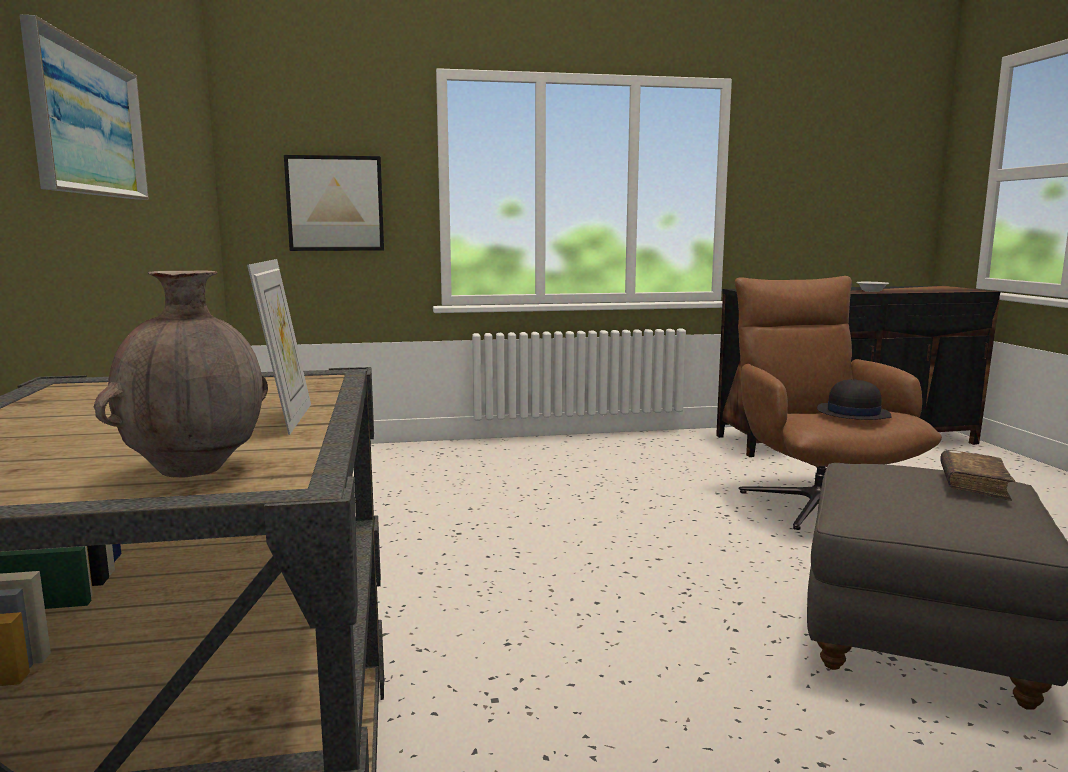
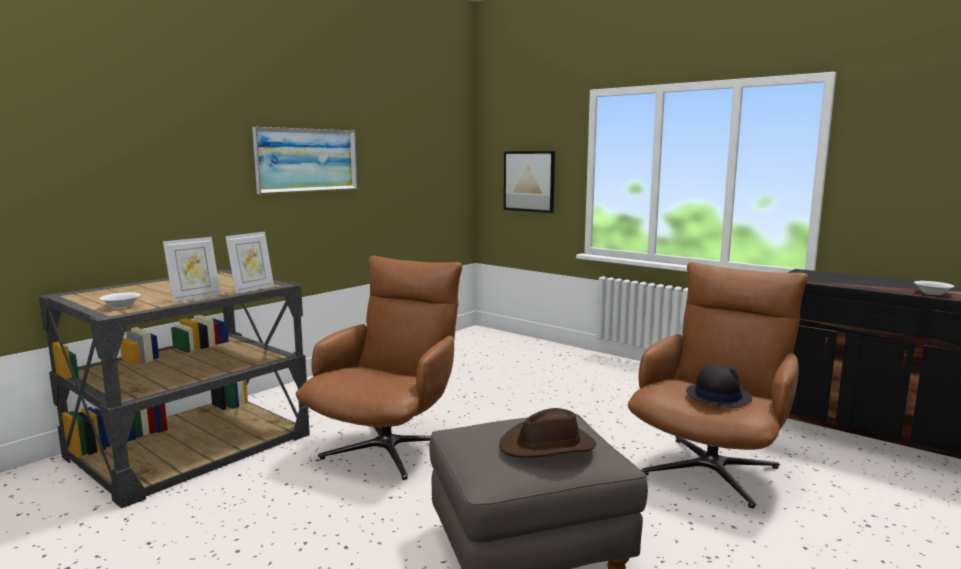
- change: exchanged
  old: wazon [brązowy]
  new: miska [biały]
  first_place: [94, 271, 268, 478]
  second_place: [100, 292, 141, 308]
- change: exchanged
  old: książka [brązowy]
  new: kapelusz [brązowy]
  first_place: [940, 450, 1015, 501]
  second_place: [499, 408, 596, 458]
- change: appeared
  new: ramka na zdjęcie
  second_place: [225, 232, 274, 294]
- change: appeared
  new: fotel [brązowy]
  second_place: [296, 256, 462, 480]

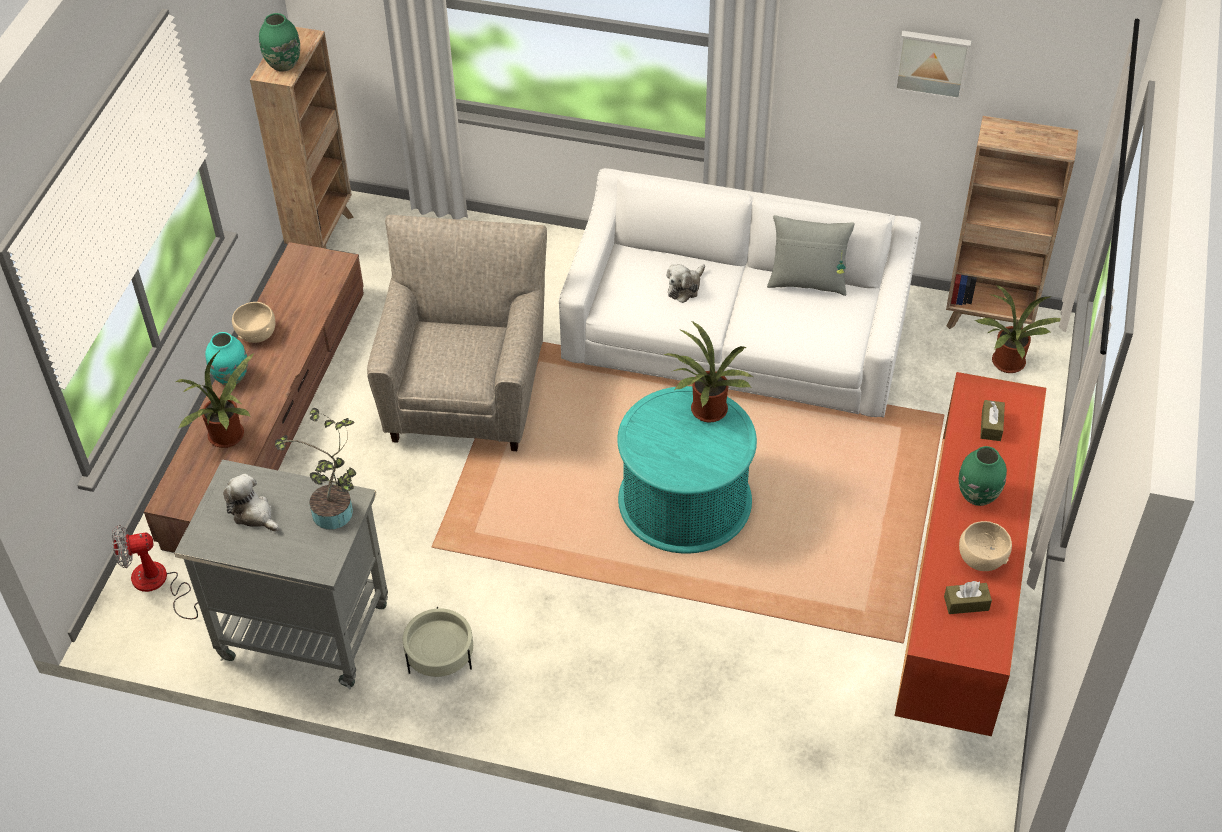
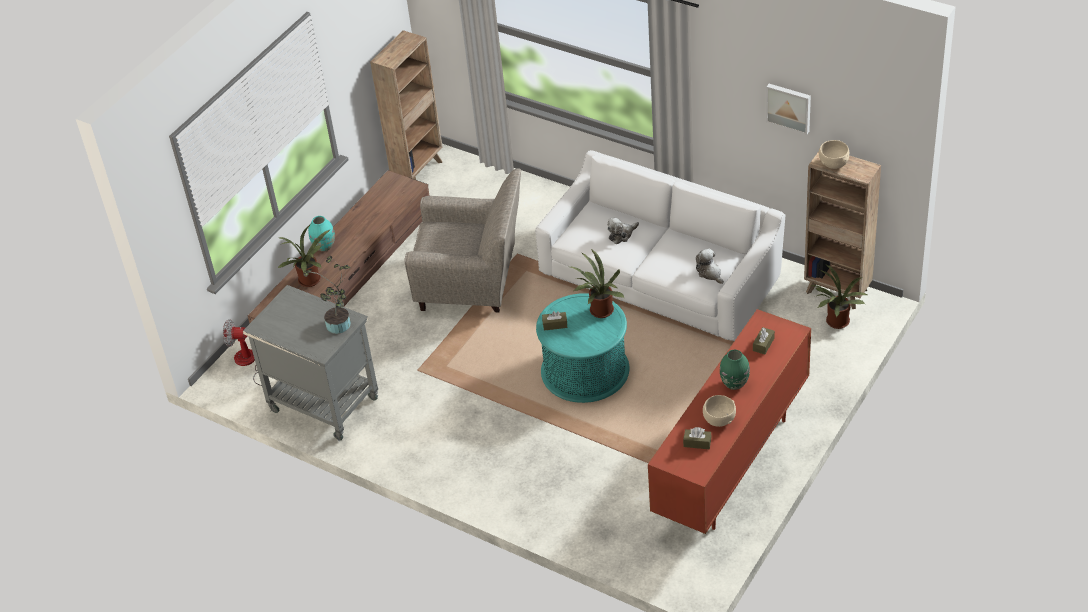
- change: relocated
  old: pluszak
  first_place: [223, 474, 279, 532]
  second_place: [696, 249, 724, 284]
- change: relocated
  old: miska [beżowy]
  first_place: [232, 302, 275, 343]
  second_place: [819, 140, 849, 169]
- change: missing
  old: wazon [zielony]
  first_place: [259, 13, 300, 72]
- change: spun
  old: fotel [beżowy]
  first_place: [367, 215, 547, 451]
  second_place: [404, 168, 521, 312]
  degrees: 75
- change: missing
  old: donica [beżowy]
  first_place: [403, 607, 473, 677]
- change: missing
  old: poduszka [szary]
  first_place: [767, 215, 855, 296]
- change: appeared
  new: pudełko chusteczek [brązowy]
  second_place: [542, 311, 567, 331]

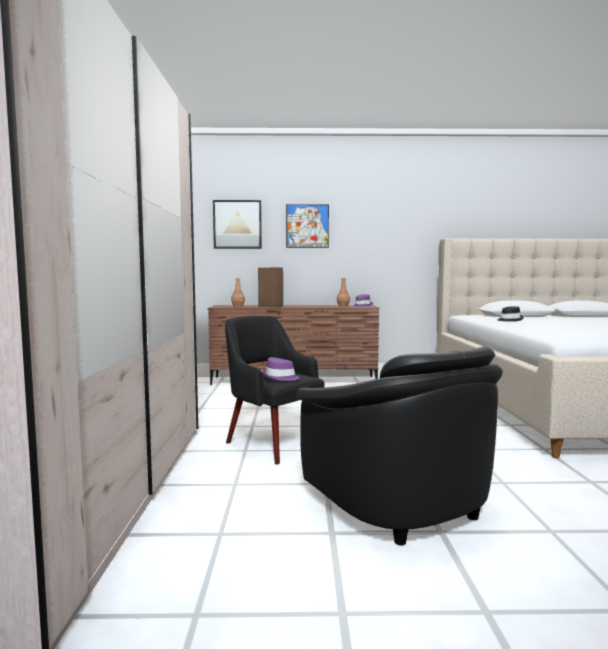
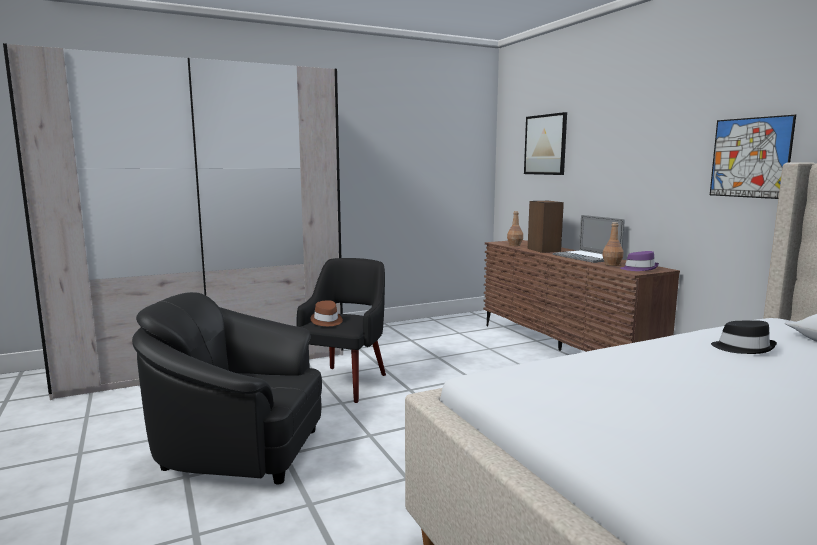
- change: colour
  old: kapelusz [fioletowy]
  new: kapelusz [brązowy]
  first_place: [262, 357, 300, 381]
  second_place: [310, 300, 343, 326]
- change: relocated
  old: obraz
  first_place: [286, 204, 329, 248]
  second_place: [710, 115, 796, 199]
- change: spun
  old: fotel [czarny]
  first_place: [297, 346, 503, 546]
  second_place: [132, 292, 322, 485]
  degrees: 60
- change: appeared
  new: laptop
  second_place: [553, 215, 625, 263]

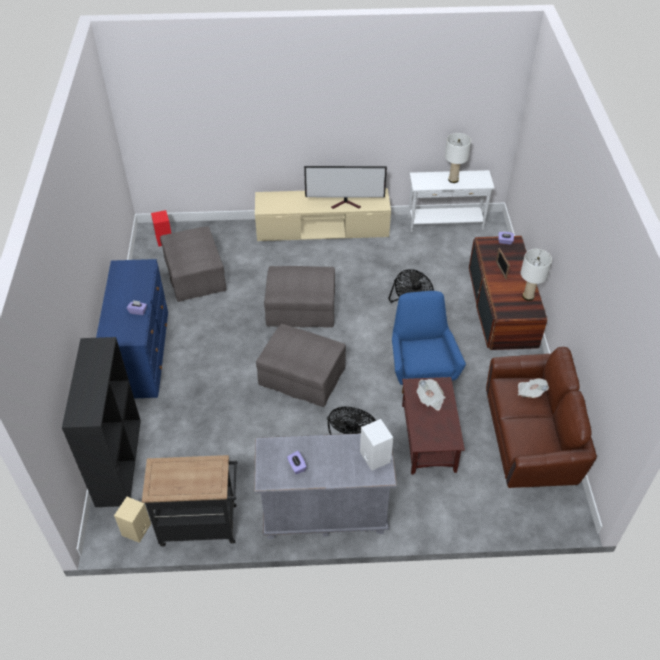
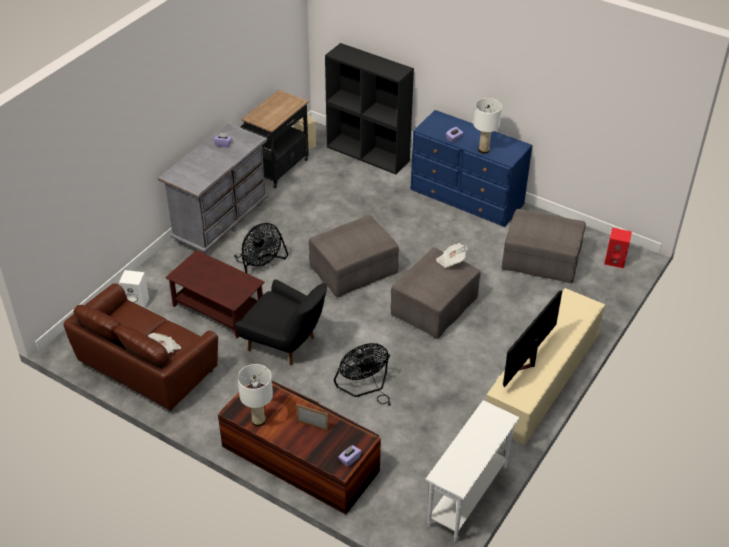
- change: relocated
  old: głośnik [biały]
  first_place: [360, 419, 393, 471]
  second_place: [119, 270, 149, 308]
- change: colour
  old: fotel [niebieski]
  new: fotel [czarny]
  first_place: [392, 291, 466, 393]
  second_place: [235, 279, 327, 366]
- change: relocated
  old: gazeta
  first_place: [417, 379, 445, 411]
  second_place: [436, 243, 467, 268]
- change: relocated
  old: lampa stołowa [biały]
  first_place: [445, 133, 471, 183]
  second_place: [473, 98, 502, 154]

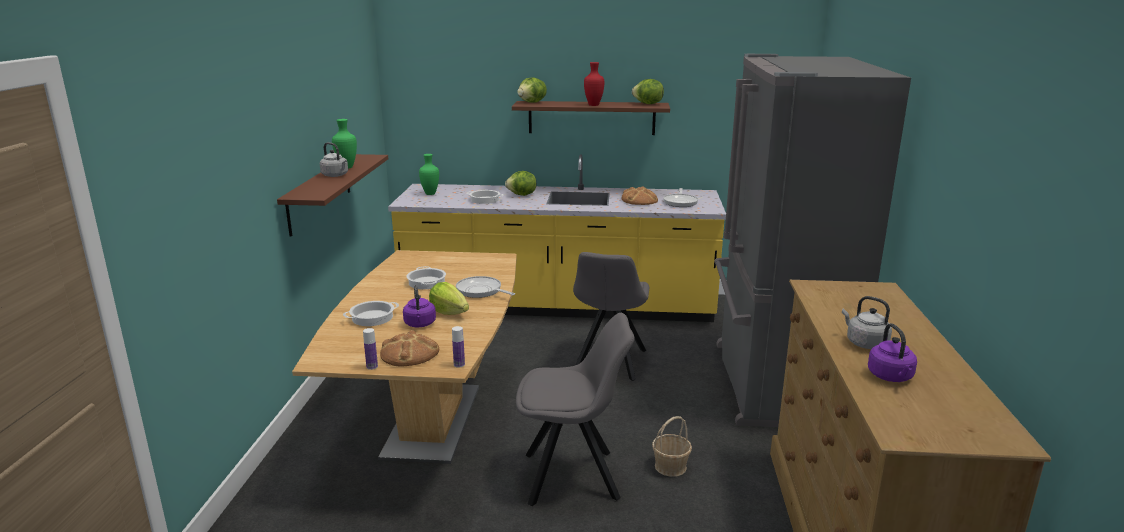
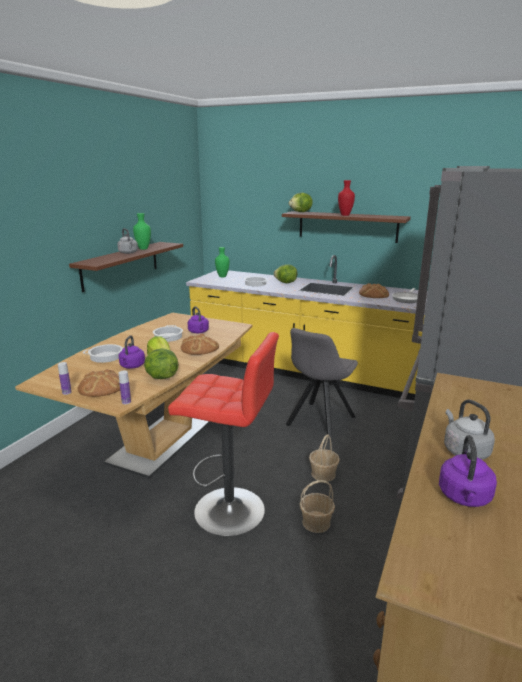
- change: exchanged
  old: patelnia
  new: chleb
  first_place: [456, 276, 515, 298]
  second_place: [181, 334, 219, 355]
- change: exchanged
  old: krzesło [szary]
  new: stołek [czerwony]
  first_place: [516, 313, 634, 506]
  second_place: [168, 332, 279, 536]
- change: relocated
  old: sałata
  first_place: [632, 79, 664, 104]
  second_place: [144, 348, 178, 379]
- change: appeared
  new: czajnik [fioletowy]
  second_place: [188, 306, 209, 333]
- change: appeared
  new: koszyk
  second_place: [309, 434, 340, 482]

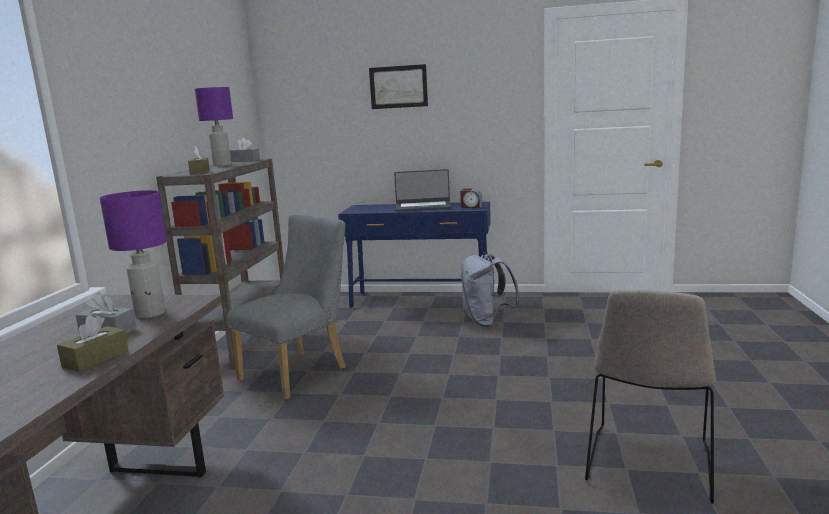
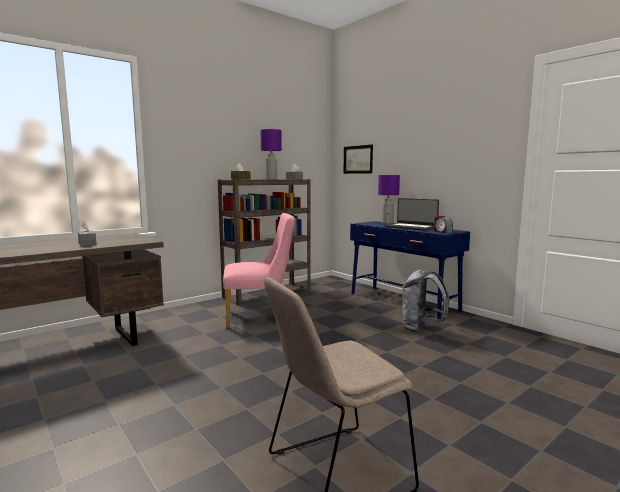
- change: missing
  old: pudełko chusteczek [brązowy]
  first_place: [57, 315, 129, 372]
- change: relocated
  old: lampa stołowa [fioletowy]
  first_place: [100, 190, 167, 318]
  second_place: [378, 175, 400, 224]
- change: colour
  old: krzesło [szary]
  new: krzesło [różowy]
  first_place: [227, 215, 346, 400]
  second_place: [223, 213, 295, 328]
- change: relocated
  old: obraz
  first_place: [369, 64, 428, 109]
  second_place: [344, 145, 373, 174]

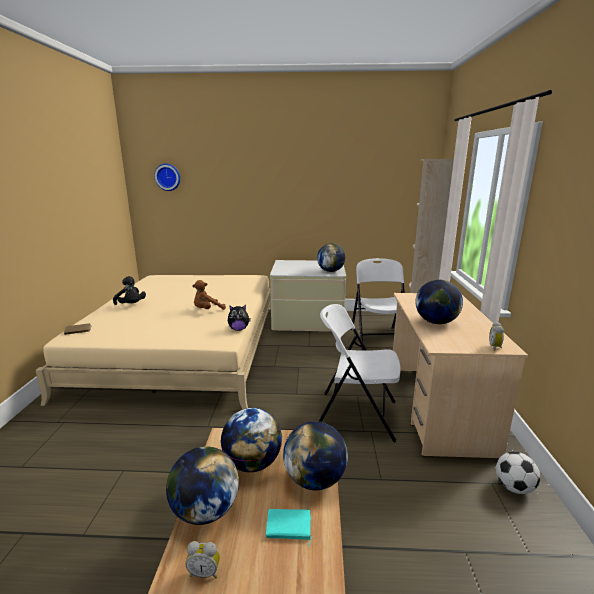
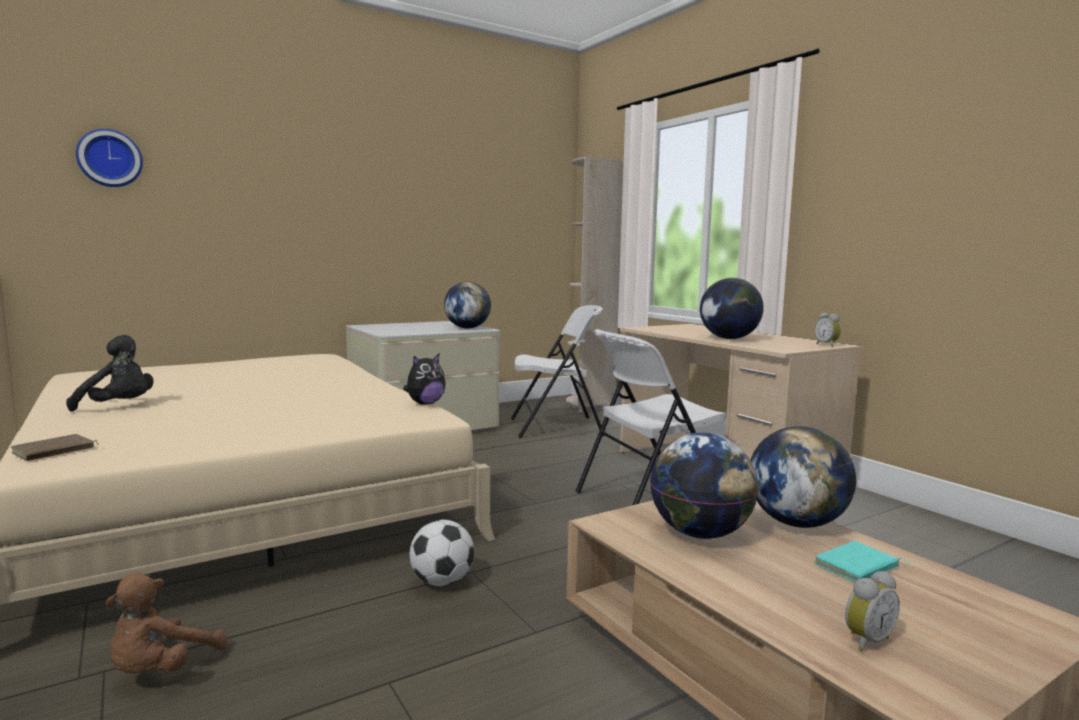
- change: missing
  old: globus
  first_place: [166, 446, 239, 525]
- change: relocated
  old: pluszak [brązowy]
  first_place: [192, 280, 226, 310]
  second_place: [105, 572, 227, 673]
- change: spun
  old: krzesło [biały]
  first_place: [351, 258, 405, 351]
  second_place: [511, 305, 605, 438]
  degrees: 120
- change: relocated
  old: piłka futbolowa
  first_place: [496, 452, 540, 494]
  second_place: [410, 520, 474, 586]

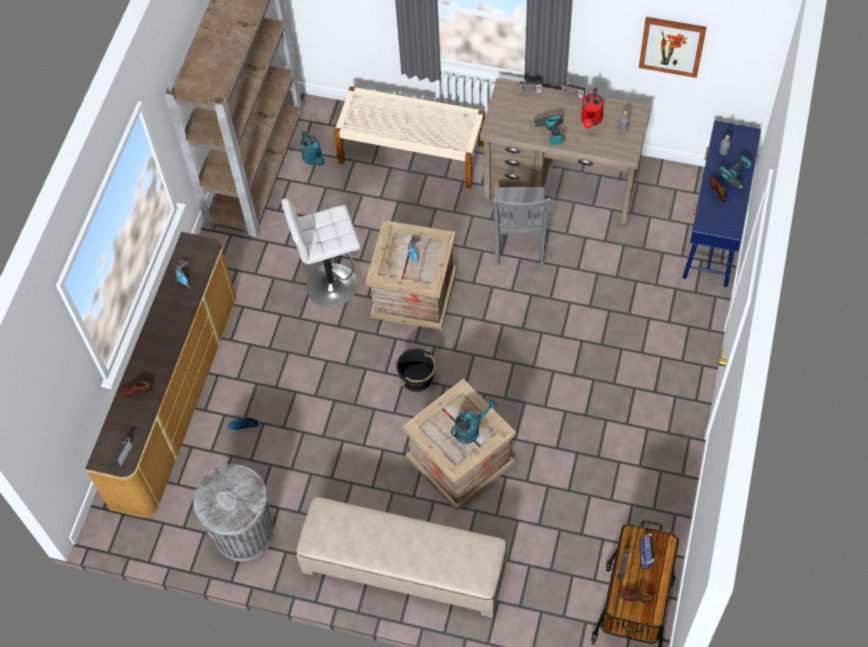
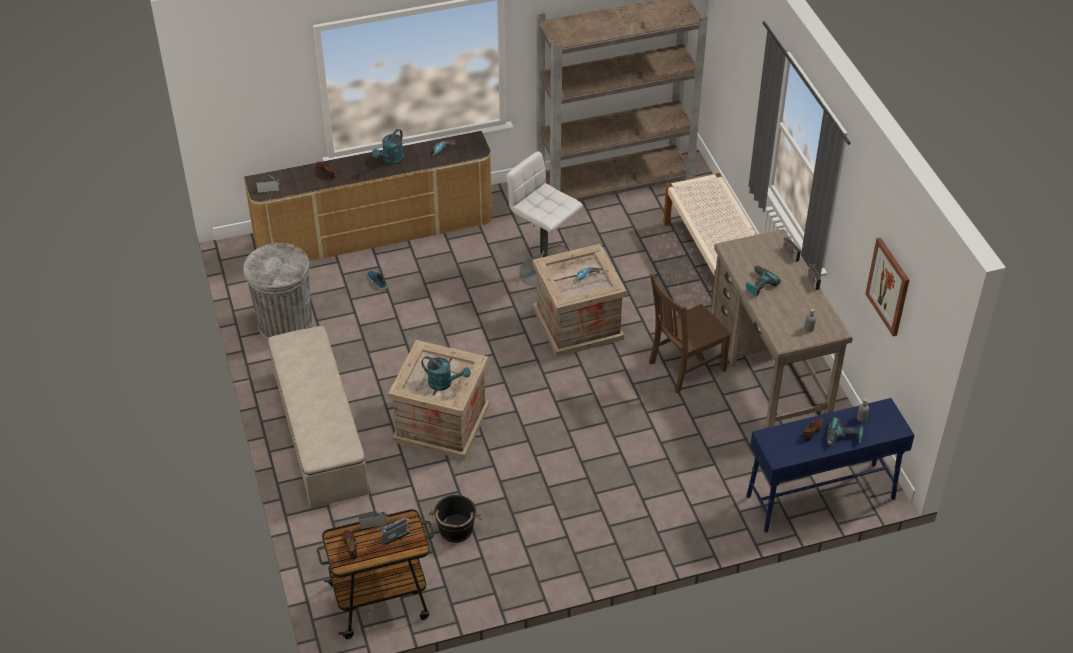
- change: relocated
  old: konewka [turkusowy]
  first_place: [300, 131, 325, 166]
  second_place: [372, 129, 404, 165]
- change: relocated
  old: wiadro [czarny]
  first_place: [396, 348, 436, 392]
  second_place: [429, 495, 482, 543]
- change: colour
  old: krzesło [szary]
  new: krzesło [brązowy]
  first_place: [493, 187, 551, 266]
  second_place: [649, 274, 731, 393]
- change: missing
  old: konewka [czerwony]
  first_place: [581, 87, 604, 128]

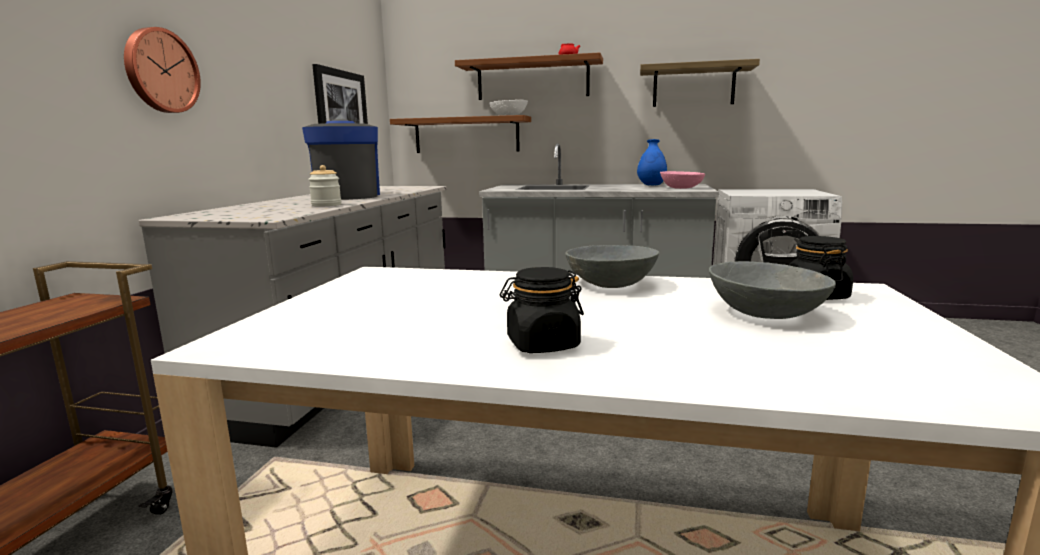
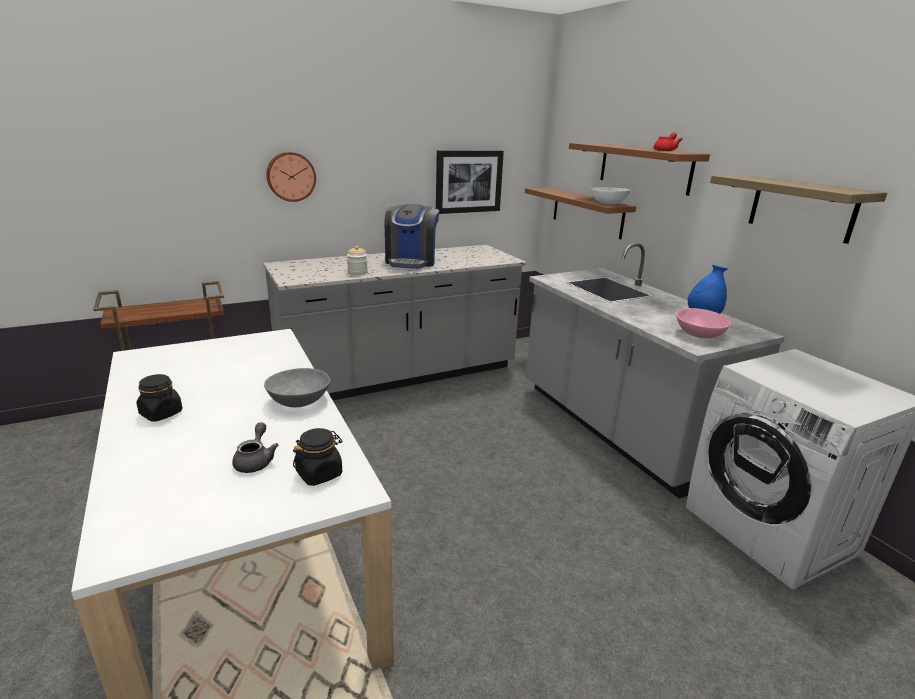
- change: spun
  old: ekspres do kawy
  first_place: [302, 119, 380, 200]
  second_place: [385, 204, 439, 269]
  degrees: 150
- change: exchanged
  old: miska [szary]
  new: imbryk [szary]
  first_place: [709, 261, 836, 319]
  second_place: [232, 422, 279, 473]

